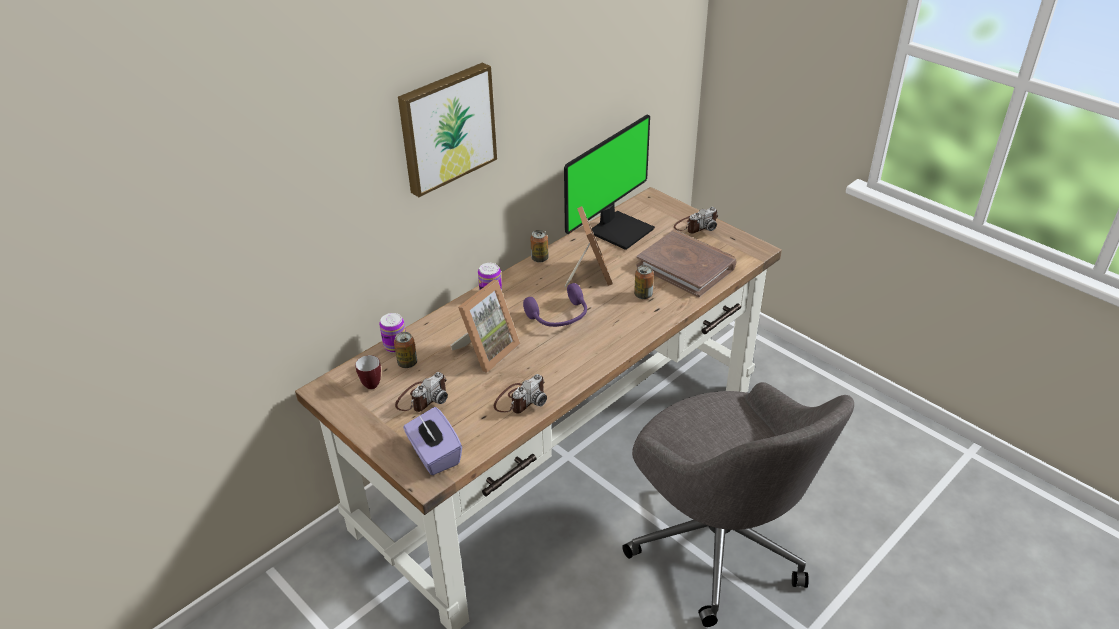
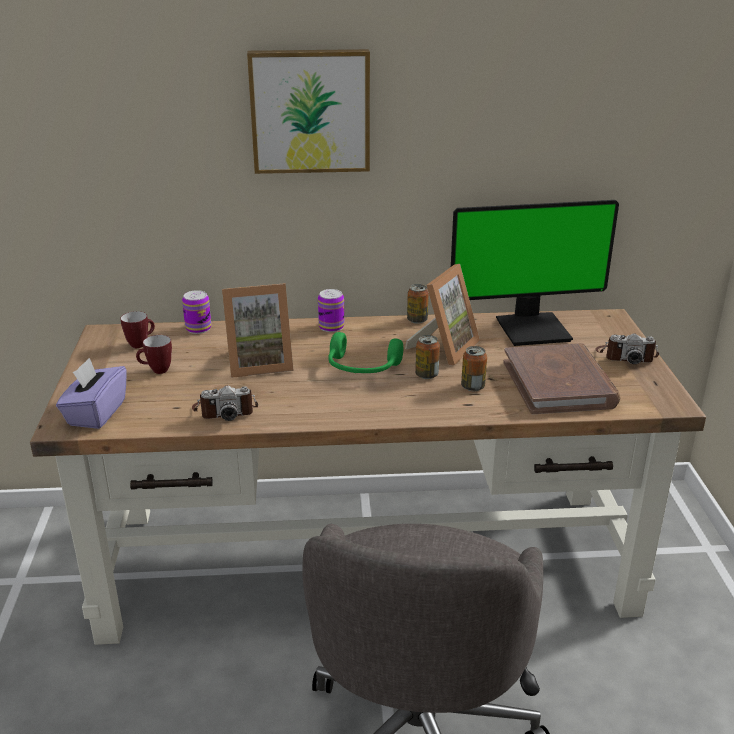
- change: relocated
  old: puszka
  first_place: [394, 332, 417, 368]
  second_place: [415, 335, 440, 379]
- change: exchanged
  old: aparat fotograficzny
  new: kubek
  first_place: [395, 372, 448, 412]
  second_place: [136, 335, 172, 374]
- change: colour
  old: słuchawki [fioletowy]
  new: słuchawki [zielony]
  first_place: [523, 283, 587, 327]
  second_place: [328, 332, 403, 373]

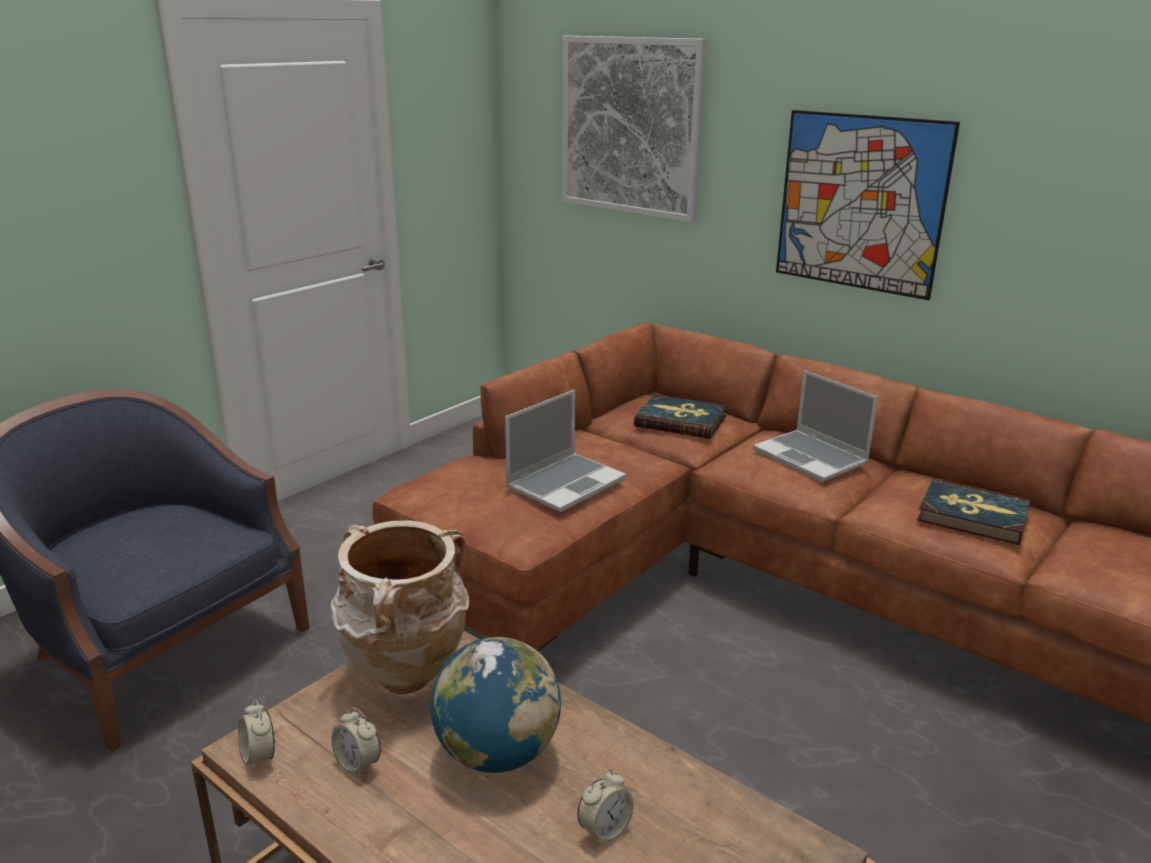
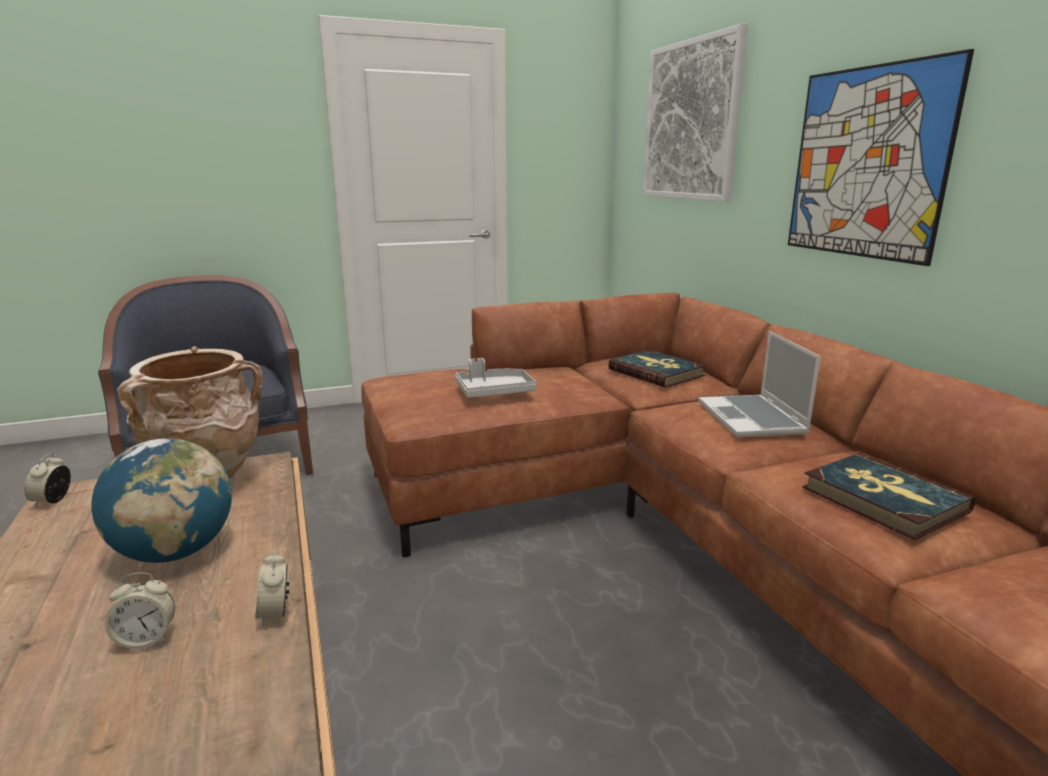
- change: relocated
  old: budzik
  first_place: [331, 707, 381, 778]
  second_place: [255, 550, 289, 627]
- change: exchanged
  old: laptop
  new: taca [szary]
  first_place: [505, 389, 626, 512]
  second_place: [455, 358, 537, 398]

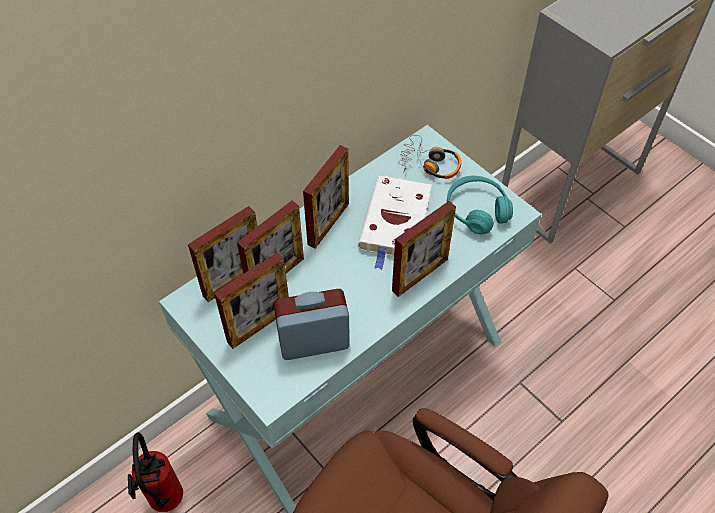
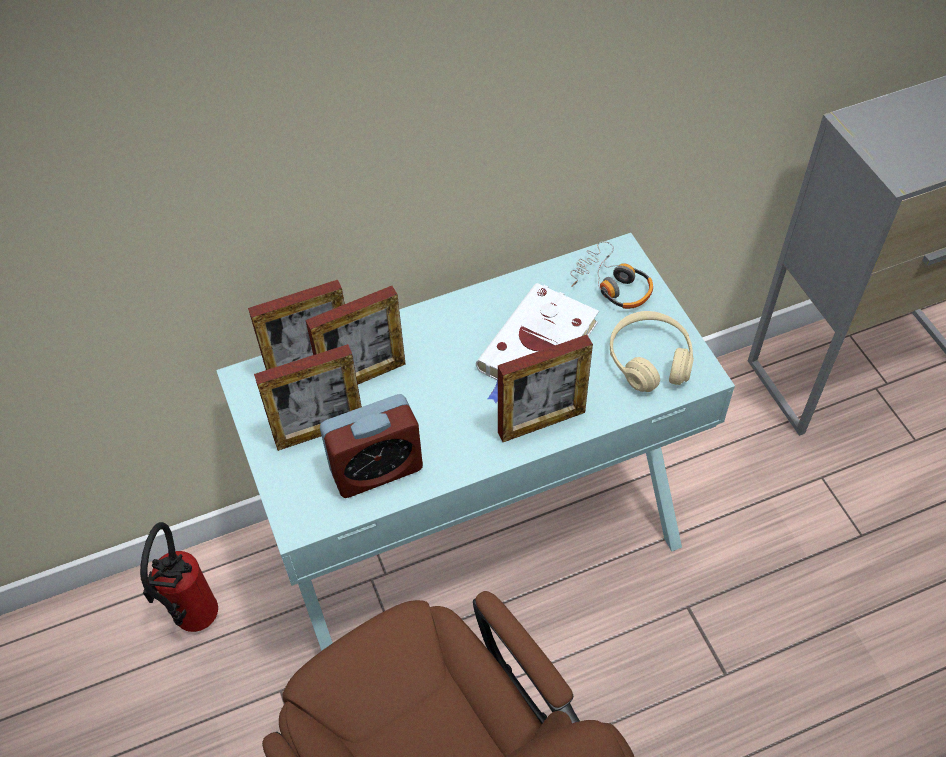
- change: spun
  old: budzik
  first_place: [274, 289, 350, 360]
  second_place: [320, 394, 423, 498]
  degrees: 150
- change: missing
  old: ramka na zdjęcie
  first_place: [303, 145, 349, 249]
- change: colour
  old: słuchawki [turkusowy]
  new: słuchawki [beżowy]
  first_place: [447, 176, 513, 234]
  second_place: [610, 311, 694, 392]

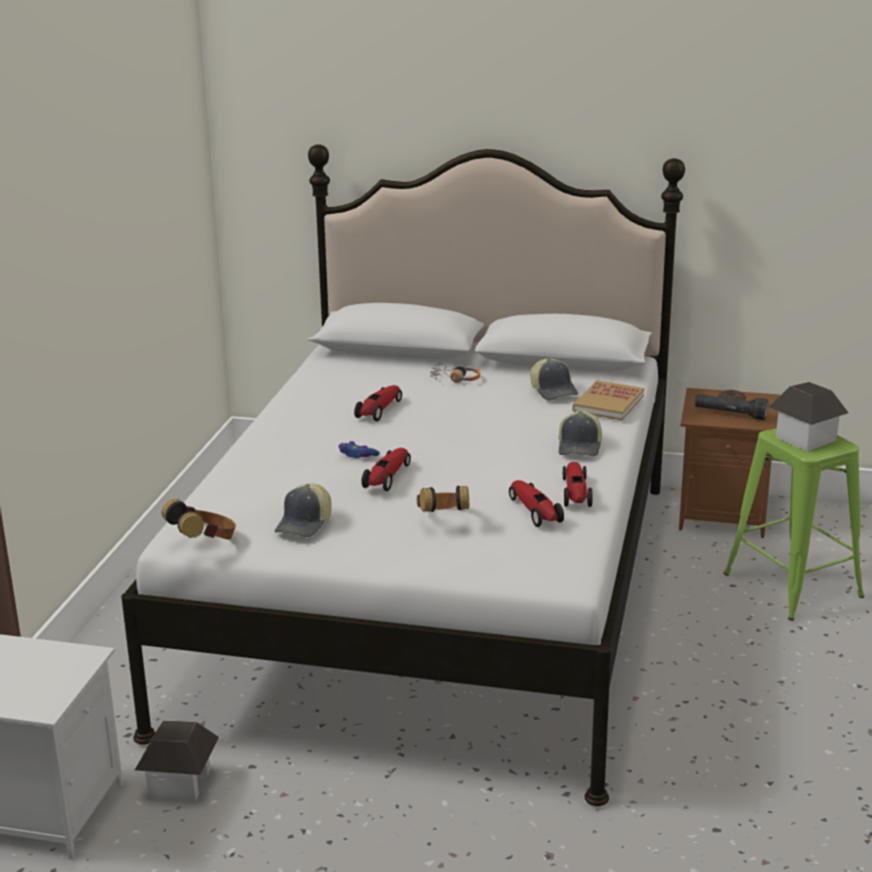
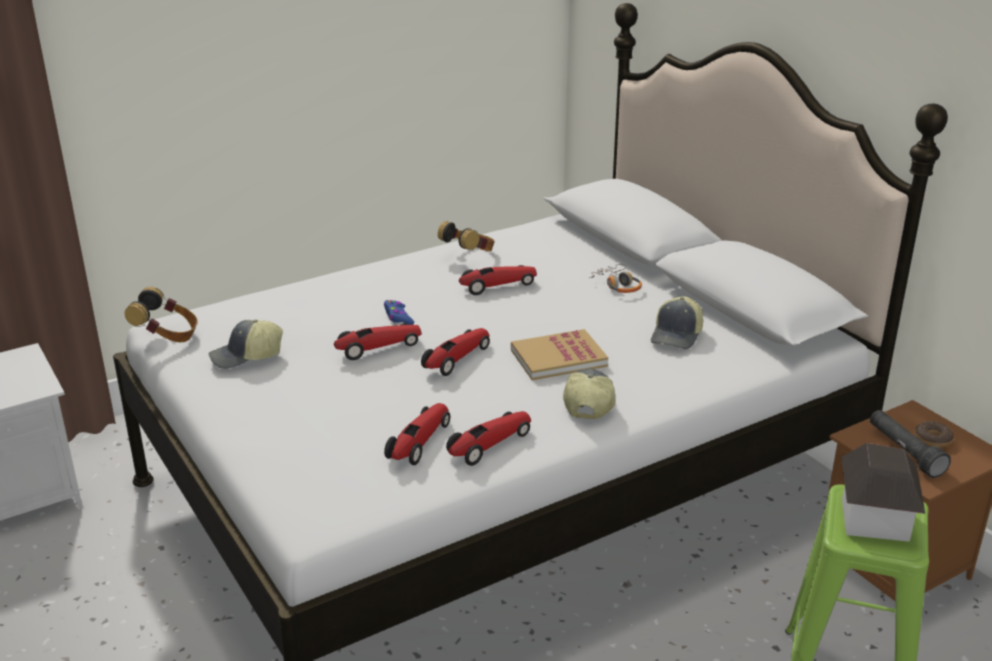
- change: missing
  old: domek
  first_place: [135, 720, 219, 802]
- change: relocated
  old: słuchawki
  first_place: [417, 485, 469, 512]
  second_place: [438, 221, 495, 252]
- change: spun
  old: czapka z daszkiem
  first_place: [559, 411, 602, 456]
  second_place: [563, 368, 615, 420]
  degrees: 135
- change: relocated
  old: książka
  first_place: [572, 380, 644, 420]
  second_place: [511, 329, 608, 380]
- change: appeared
  new: samochodzik
  second_place: [421, 328, 490, 376]

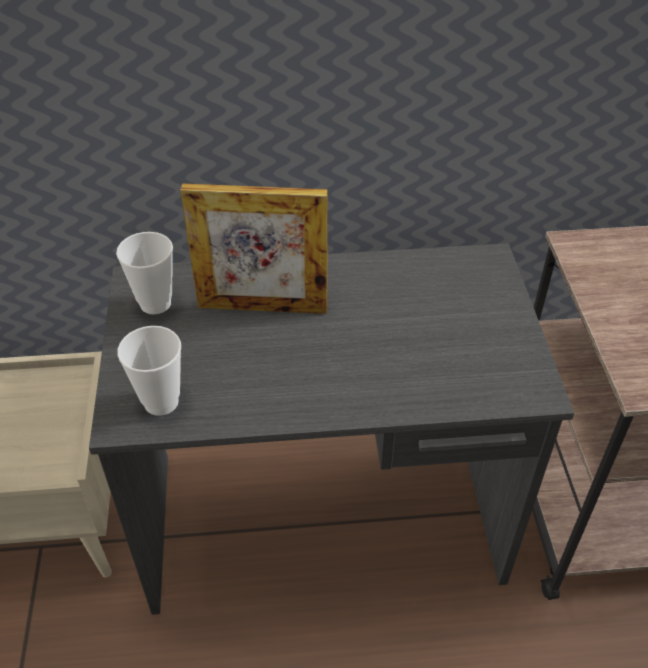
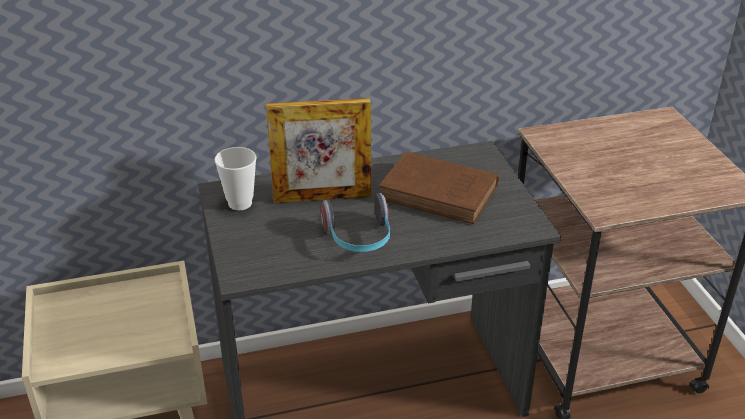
- change: missing
  old: filiżanka
  first_place: [118, 326, 181, 416]
- change: appeared
  new: słuchawki
  second_place: [321, 193, 390, 252]
- change: appeared
  new: książka [brązowy]
  second_place: [379, 152, 499, 224]

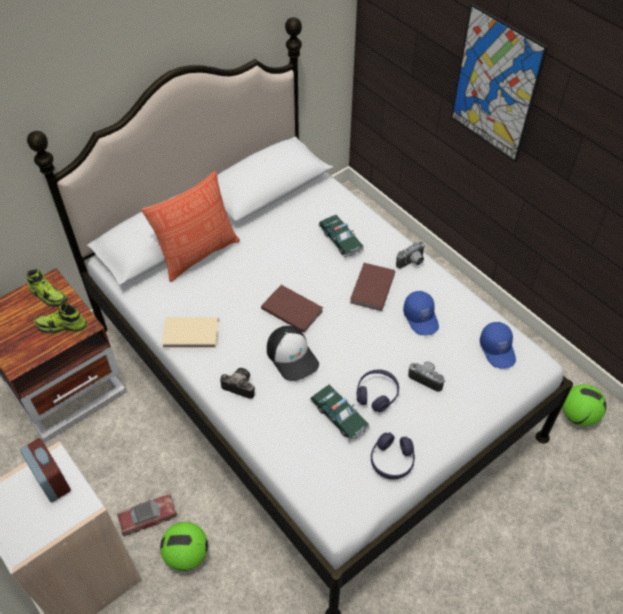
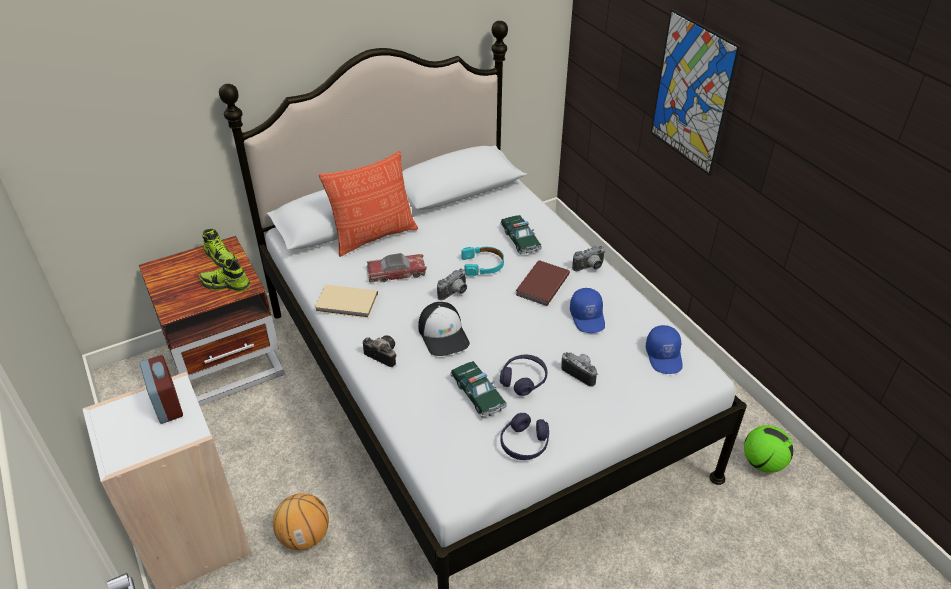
- change: relocated
  old: samochodzik
  first_place: [116, 494, 177, 536]
  second_place: [367, 253, 427, 282]
- change: exchanged
  old: piłka futbolowa
  new: piłka do koszykówki
  first_place: [160, 522, 208, 571]
  second_place: [273, 493, 329, 550]
- change: exchanged
  old: książka [brązowy]
  new: aparat fotograficzny
  first_place: [261, 285, 323, 333]
  second_place: [437, 268, 467, 300]
- change: appeared
  new: słuchawki [turkusowy]
  second_place: [461, 247, 504, 276]

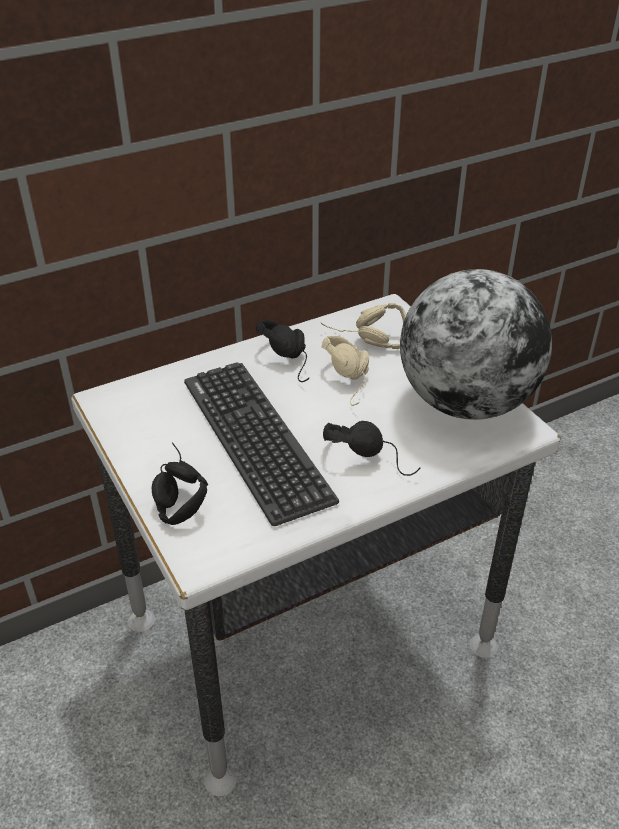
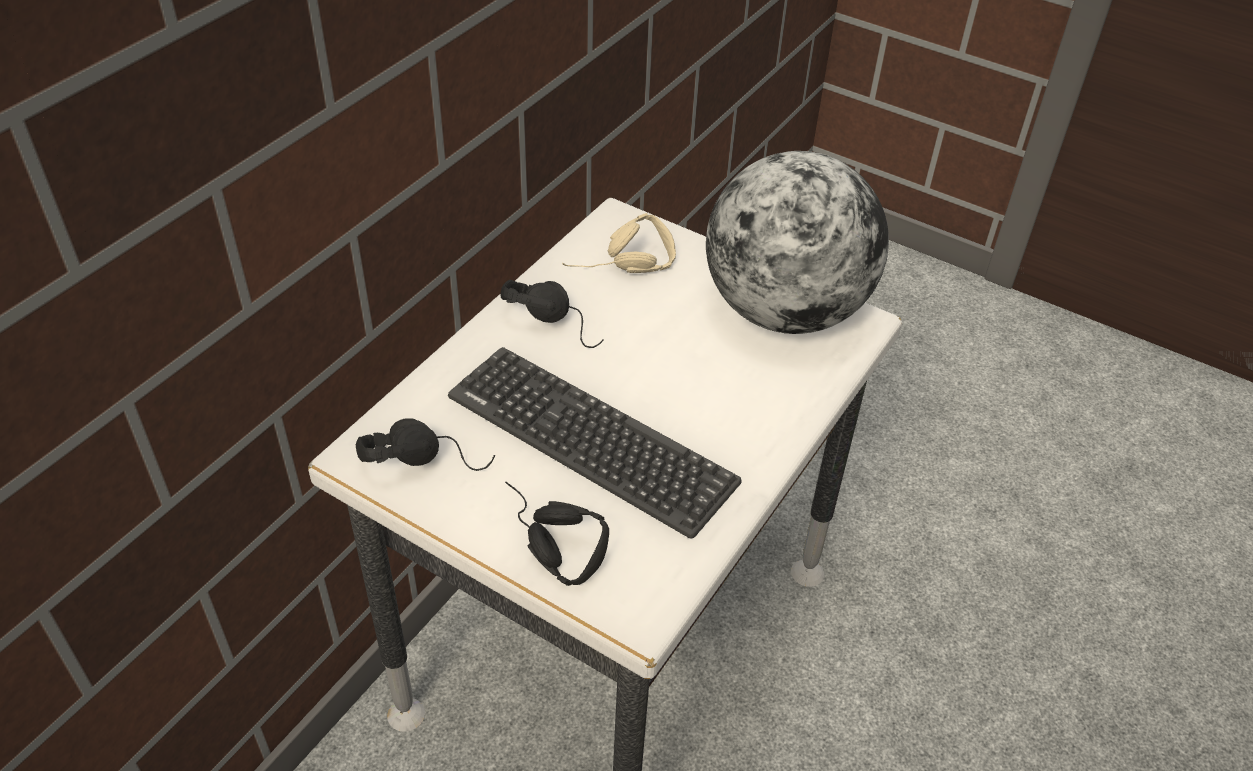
- change: missing
  old: słuchawki [beżowy]
  first_place: [321, 336, 369, 406]
- change: relocated
  old: słuchawki [czarny]
  first_place: [323, 421, 421, 476]
  second_place: [356, 418, 495, 471]

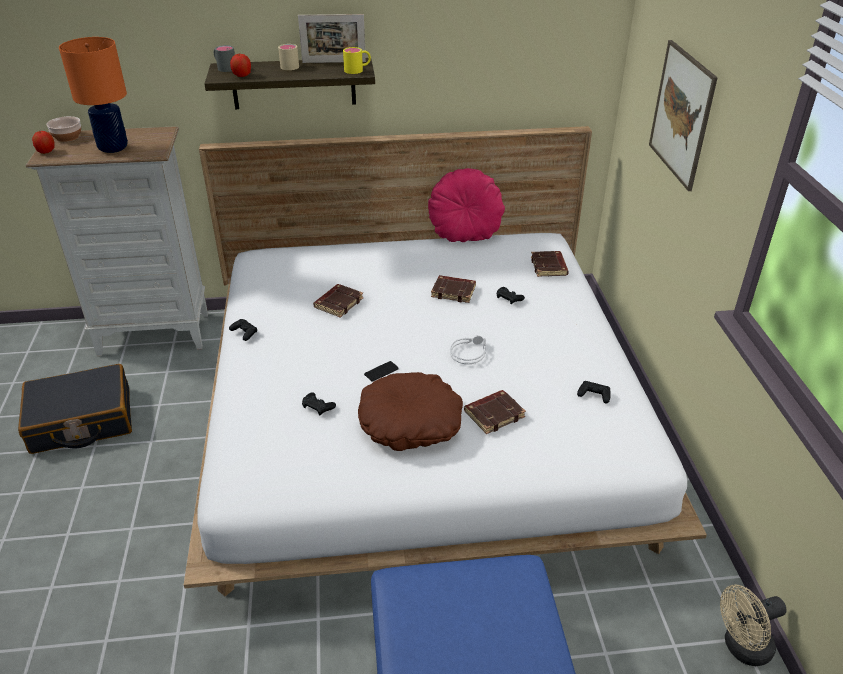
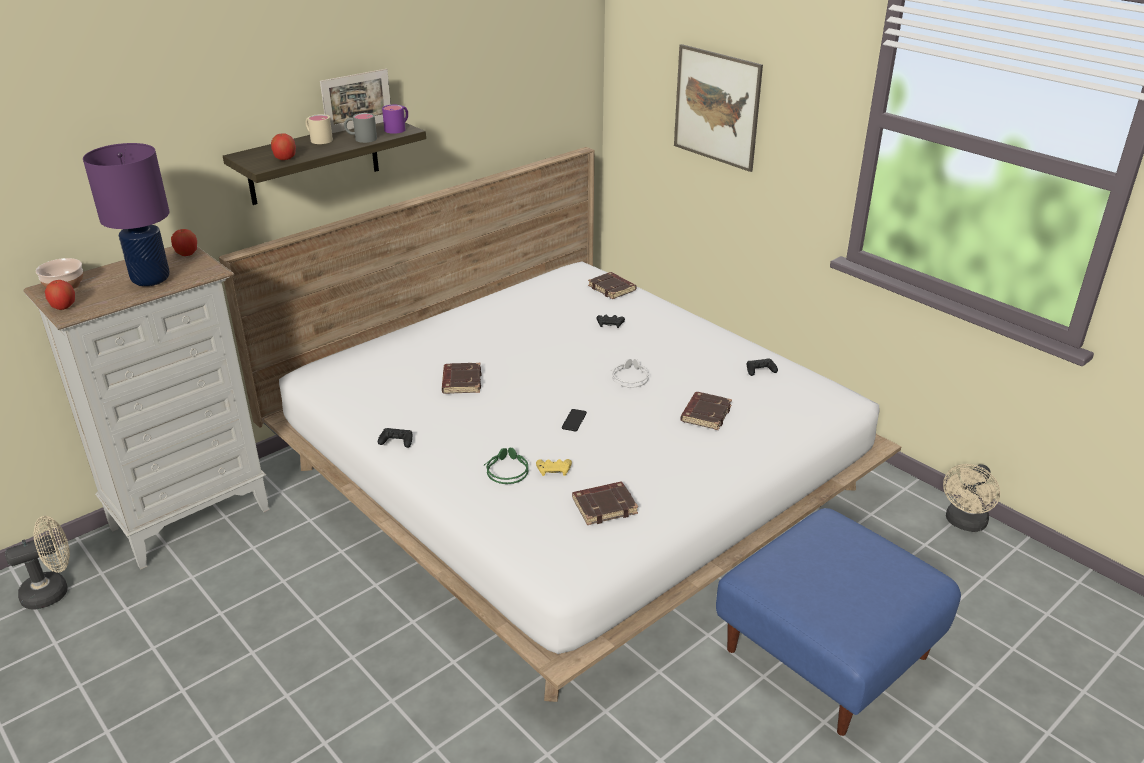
- change: missing
  old: walizka [czarny]
  first_place: [18, 364, 132, 454]
- change: colour
  old: lampa stołowa [pomarańczowy]
  new: lampa stołowa [fioletowy]
  first_place: [59, 37, 128, 153]
  second_place: [83, 143, 170, 286]
- change: relocated
  old: kubek [szary]
  first_place: [214, 45, 235, 72]
  second_place: [344, 113, 377, 143]
- change: colour
  old: pad do gier [czarny]
  new: pad do gier [żółty]
  first_place: [302, 393, 336, 415]
  second_place: [536, 459, 572, 476]
- change: colour
  old: kubek [żółty]
  new: kubek [fioletowy]
  first_place: [343, 47, 371, 74]
  second_place: [382, 105, 408, 134]
- change: missing
  old: poduszka [brązowy]
  first_place: [358, 372, 463, 451]
- change: missing
  old: poduszka [różowy]
  first_place: [428, 168, 505, 242]
- change: relocated
  old: książka [brązowy]
  first_place: [431, 275, 476, 303]
  second_place: [572, 481, 638, 525]
- change: appeared
  new: wentylator [beżowy]
  second_place: [5, 516, 70, 609]
- change: appeared
  new: jabłko
  second_place: [171, 229, 197, 256]
- change: appeared
  new: słuchawki [zielony]
  second_place: [484, 448, 529, 484]

